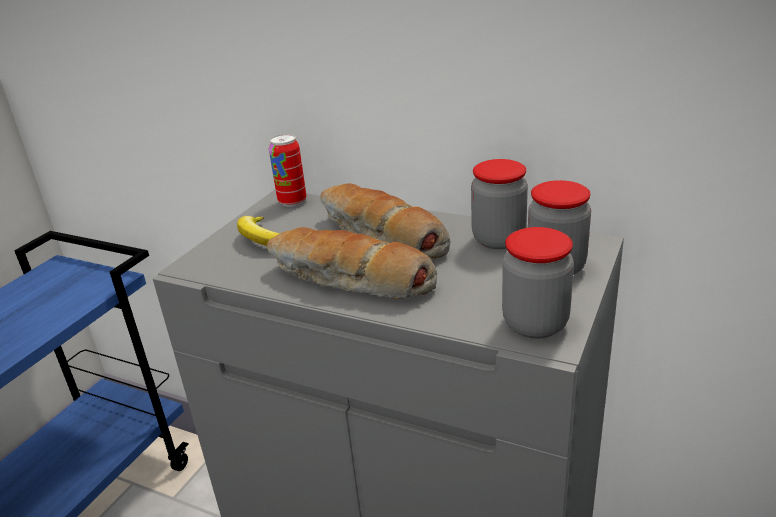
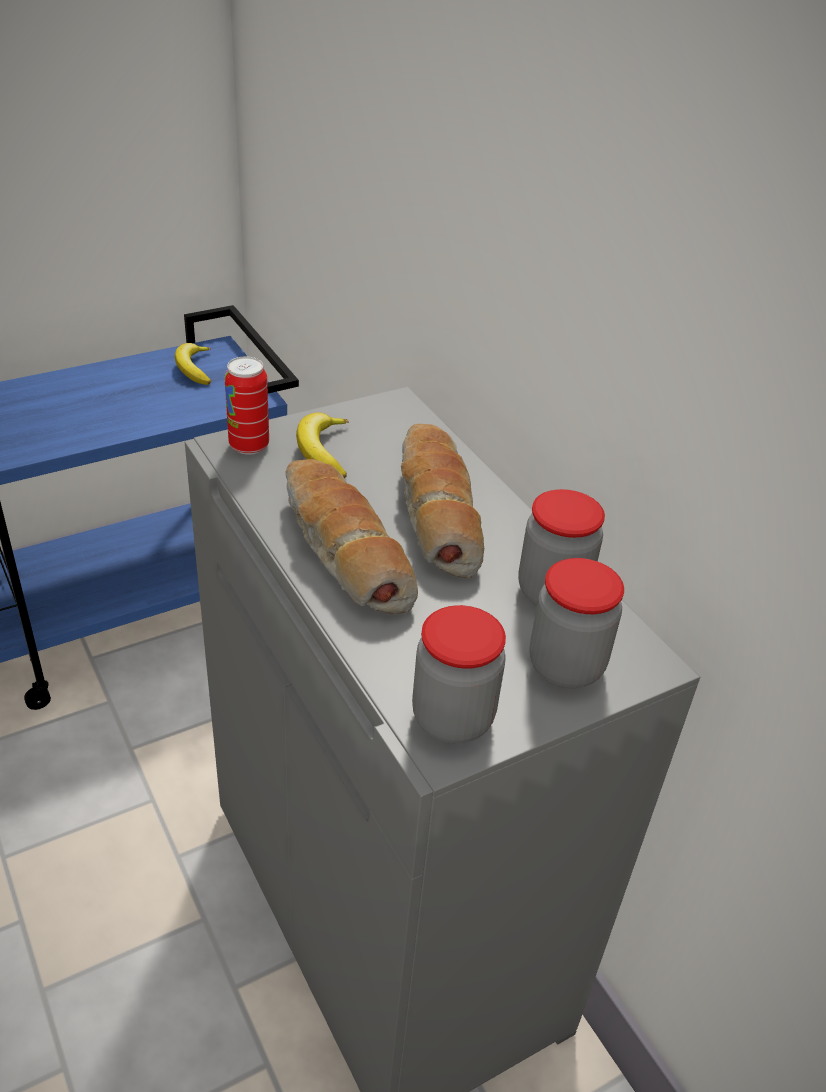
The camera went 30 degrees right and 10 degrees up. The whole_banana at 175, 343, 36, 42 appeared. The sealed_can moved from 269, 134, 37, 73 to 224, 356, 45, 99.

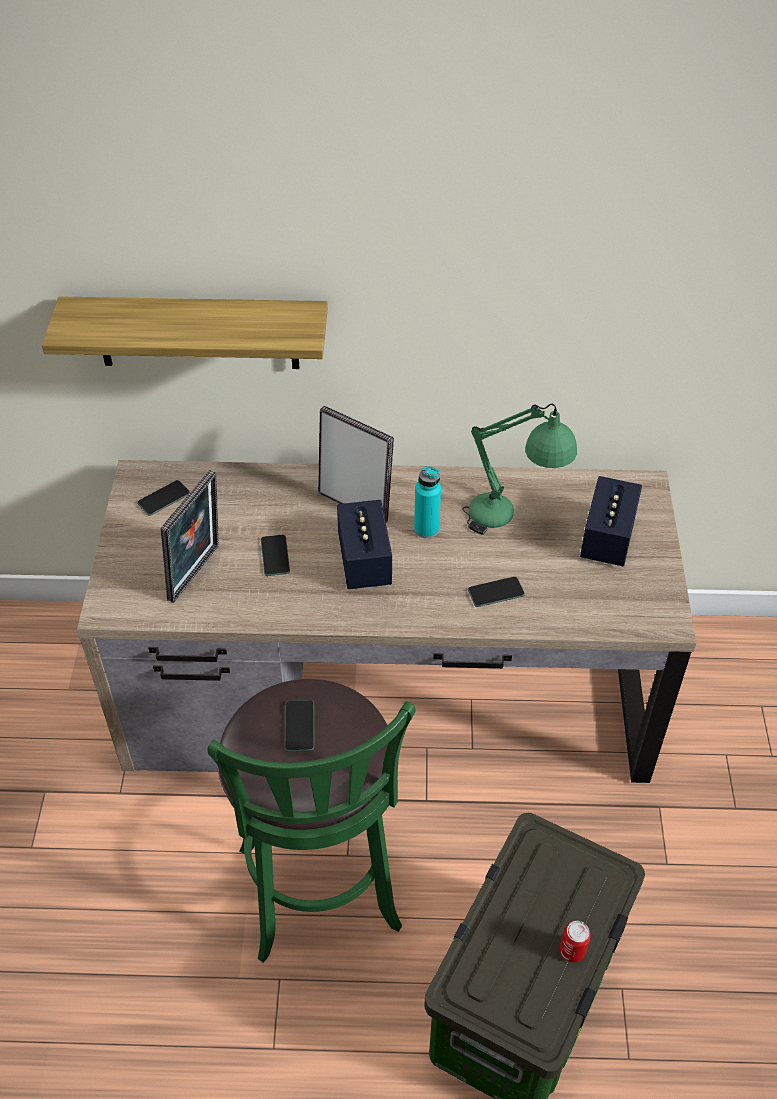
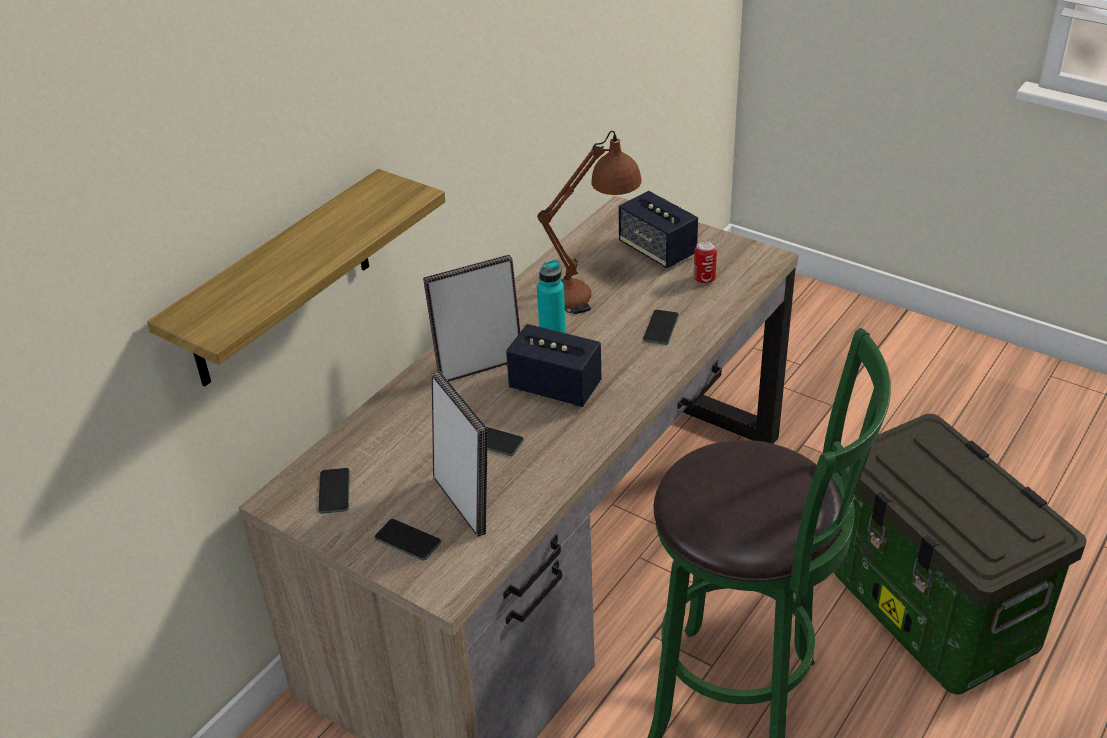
The camera went 55 degrees left and 10 degrees down. The telephone moved from 285, 700, 30, 52 to 374, 519, 67, 41. The greenish_table_lamp at 462, 404, 115, 131 became the brownish_table_lamp at 537, 131, 105, 183. The sealed_can moved from 560, 921, 31, 42 to 694, 240, 23, 44.

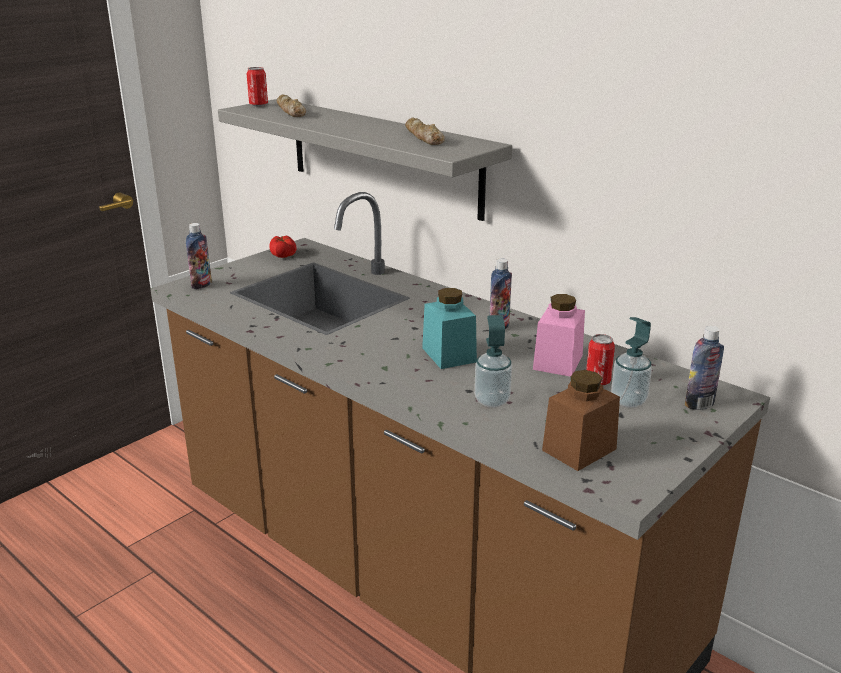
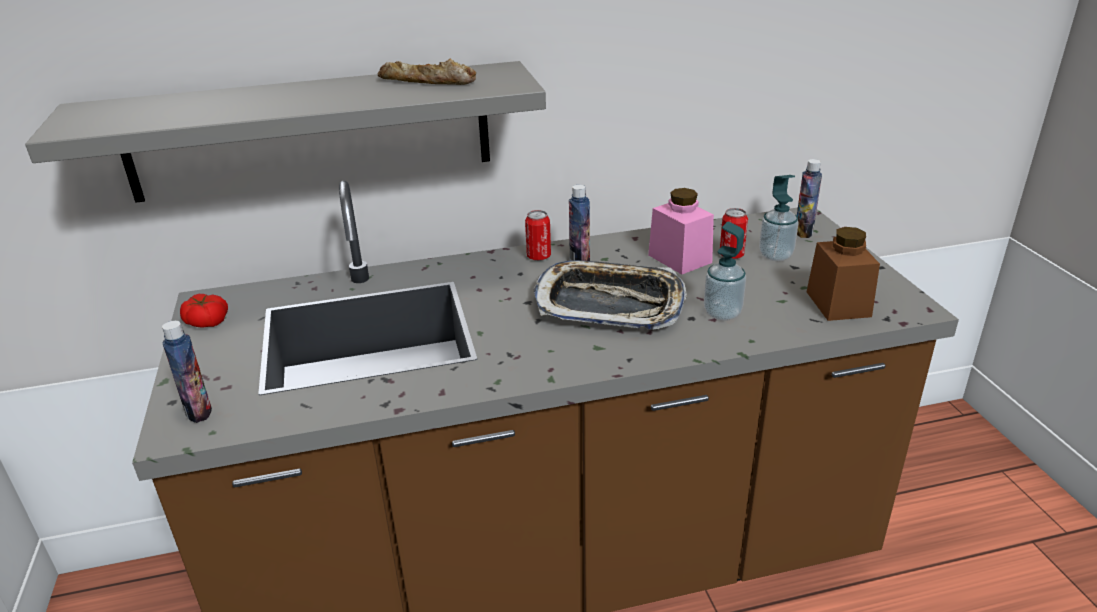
The camera went 55 degrees left and 5 degrees up. The sealed_can moved from 246, 67, 22, 39 to 525, 210, 26, 51. The blue-green_jar at 422, 288, 55, 81 was replaced by the carrying_tray at 533, 260, 154, 69. The bread at 277, 94, 29, 23 disappeared.

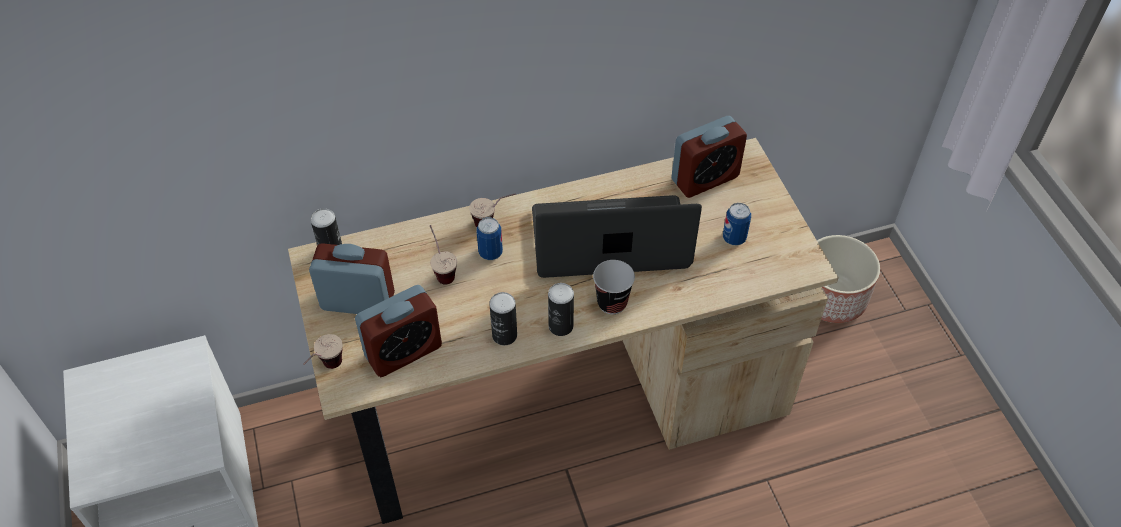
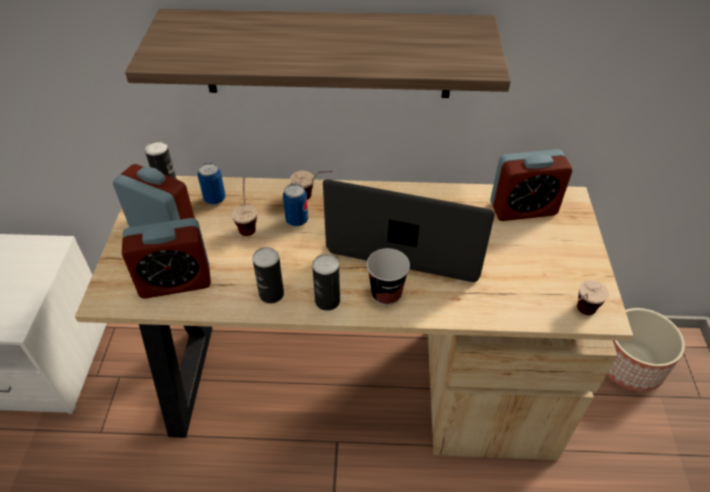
The camera went 20 degrees right and 5 degrees down. The shelf at 125, 9, 386, 89 appeared. The sealed_can moved from 723, 203, 28, 42 to 197, 163, 29, 42. The drinking_cup moved from 303, 334, 40, 35 to 577, 280, 32, 35.

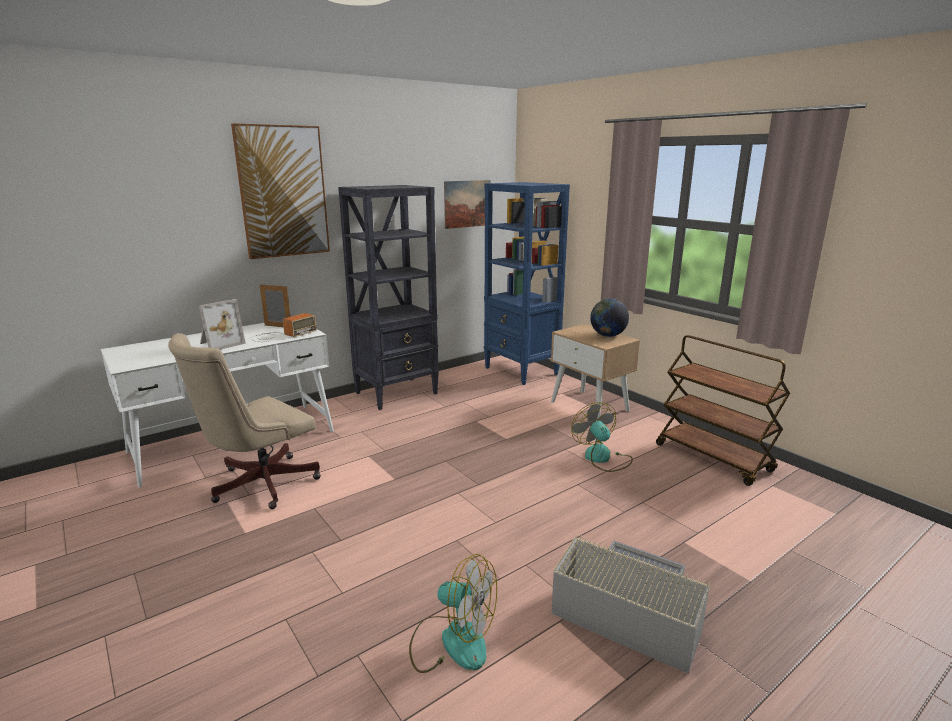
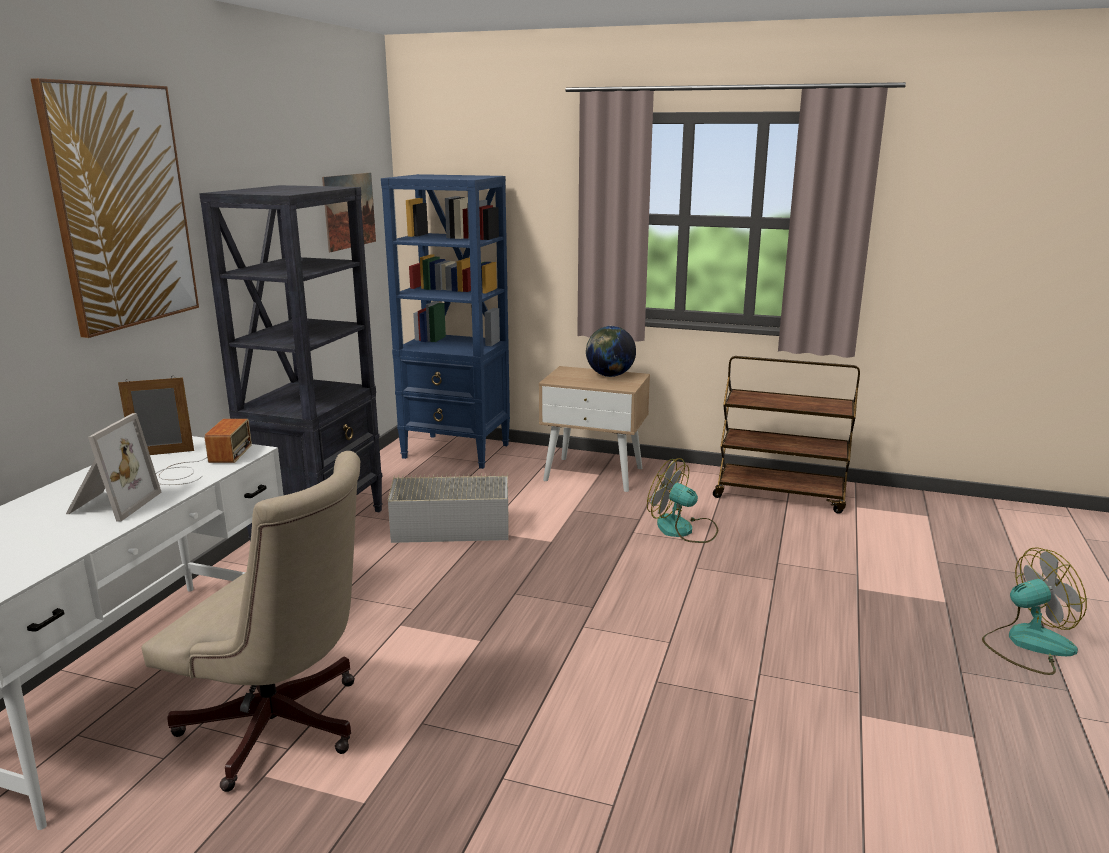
The camera went 35 degrees left and 0 degrees up. The sand-coloured_desk_chair at 168, 333, 153, 176 turned 75 degrees counterclockwise. The greyish_storage_container moved from 551, 535, 159, 139 to 388, 473, 121, 70. The cooling_fan moved from 409, 554, 88, 119 to 982, 547, 105, 128.

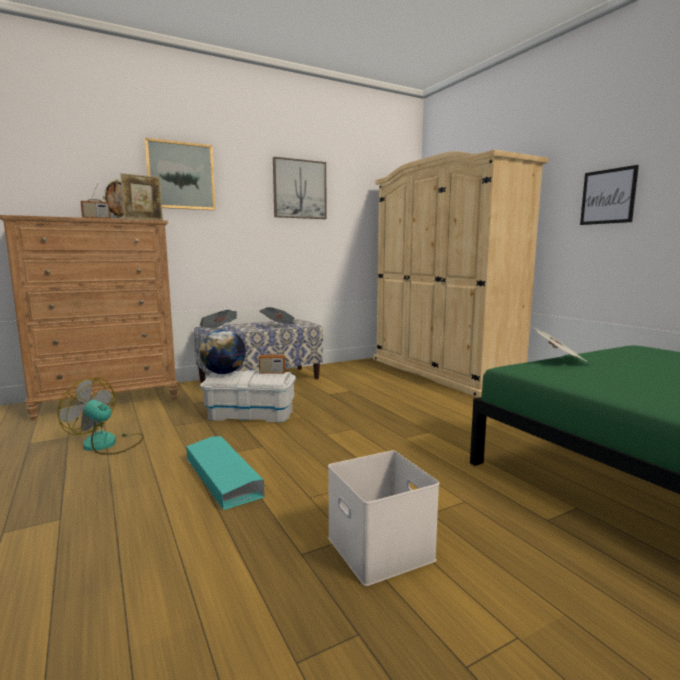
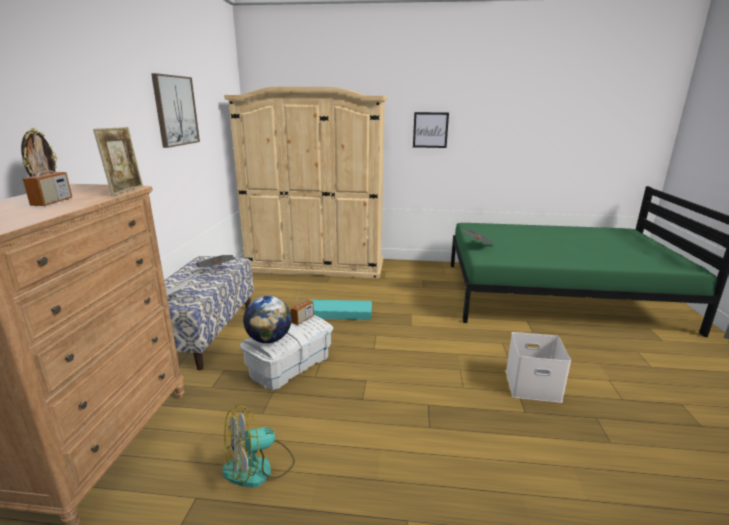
The camera went 55 degrees left and 10 degrees up. The blue-green_storage_container moved from 186, 436, 79, 74 to 306, 299, 66, 21. The wall_art at 144, 138, 72, 72 disappeared.

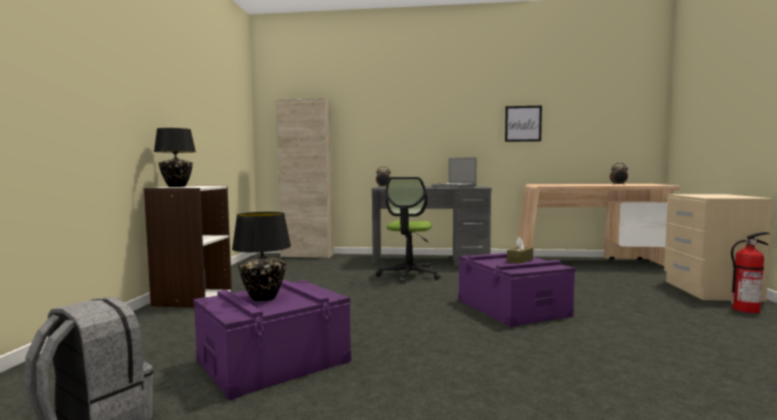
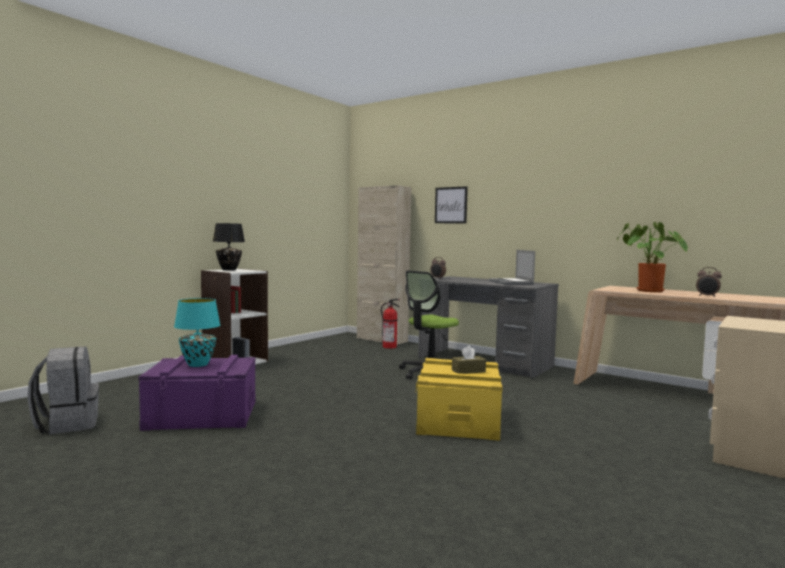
The camera went 30 degrees right and 0 degrees up. The black-coloured_table_lamp at 232, 212, 59, 89 became the blue-green_table_lamp at 174, 298, 46, 69. The fire_extinguisher moved from 731, 232, 39, 81 to 381, 299, 19, 50. The purplish_storage_container at 459, 253, 116, 74 became the yellow_storage_container at 415, 358, 88, 83. The wall_art moved from 505, 106, 37, 36 to 435, 186, 33, 37. The plant_in_a_pot at 617, 222, 71, 70 appeared.

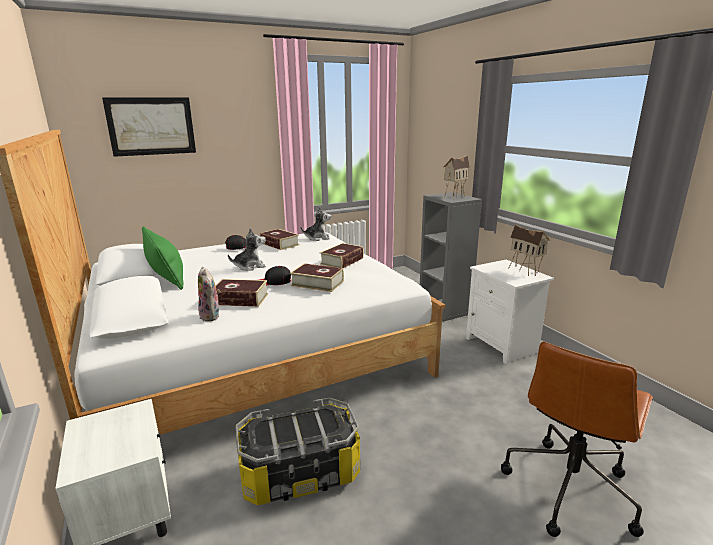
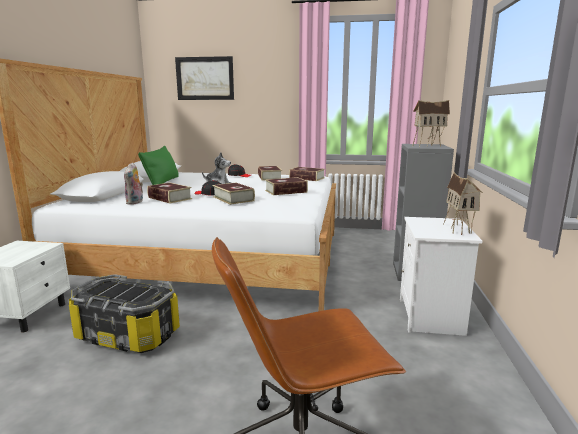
The camera went 35 degrees right and 5 degrees down. The soft_toy at 300, 206, 31, 35 was replaced by the bound_book at 289, 167, 36, 14.

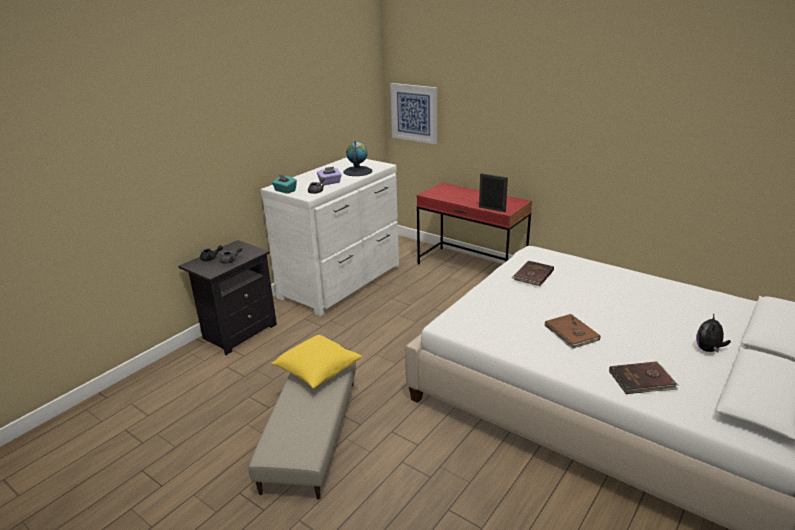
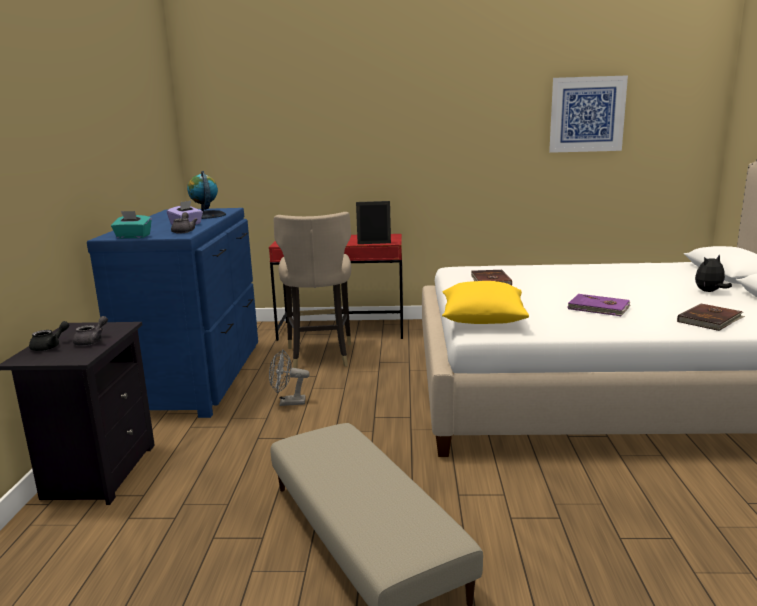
The camera went 35 degrees left and 10 degrees down. The white_drawer_chest at 261, 157, 138, 159 became the blue-coloured_drawer_chest at 87, 208, 171, 210. The greyish_cooling_fan at 269, 349, 41, 57 appeared. The sand-coloured_stool at 274, 212, 77, 156 appeared. The yellow_pillow moved from 271, 335, 91, 54 to 442, 281, 87, 43. The wall_art moved from 390, 83, 47, 61 to 549, 75, 79, 78. The brownish_bound_book at 545, 314, 55, 34 became the purplish_bound_book at 567, 294, 64, 22. The soft_toy at 696, 313, 35, 40 turned 75 degrees clockwise.

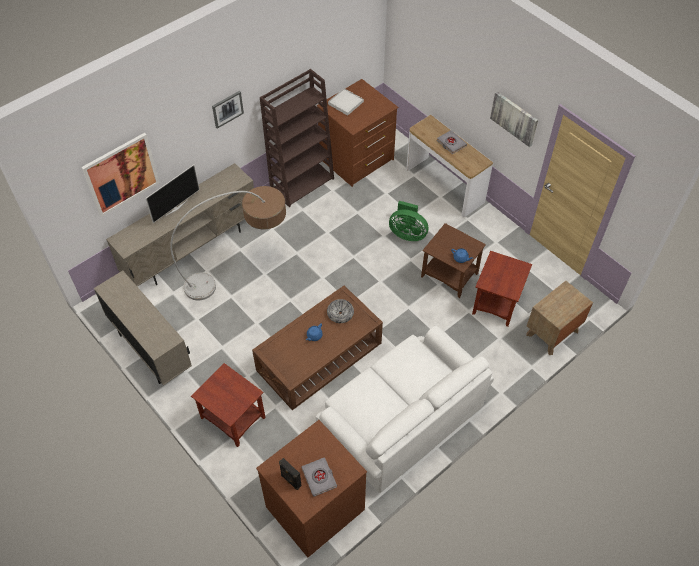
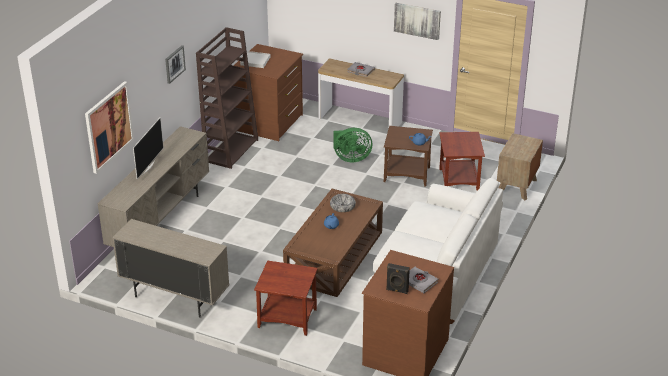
The camera went 25 degrees left and 20 degrees down. The standing_lamp at 170, 186, 116, 114 disappeared.

